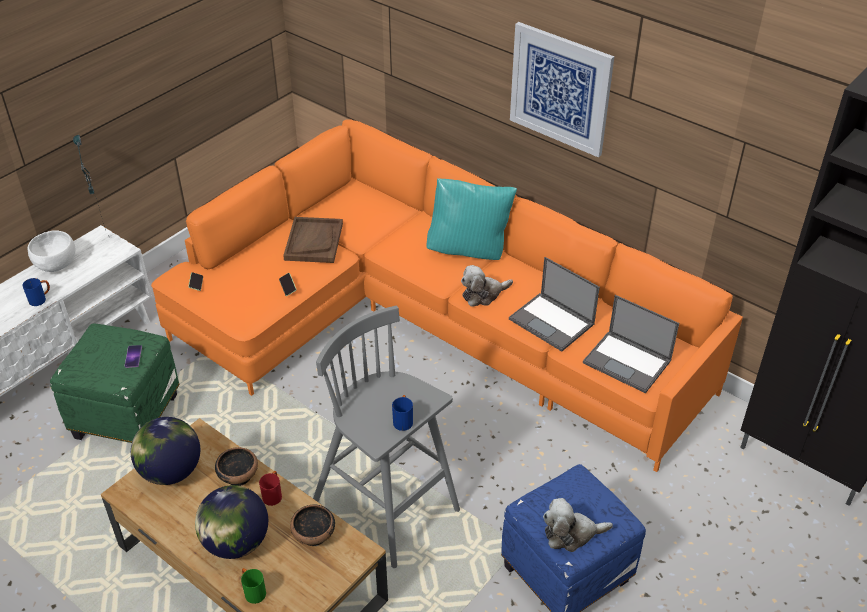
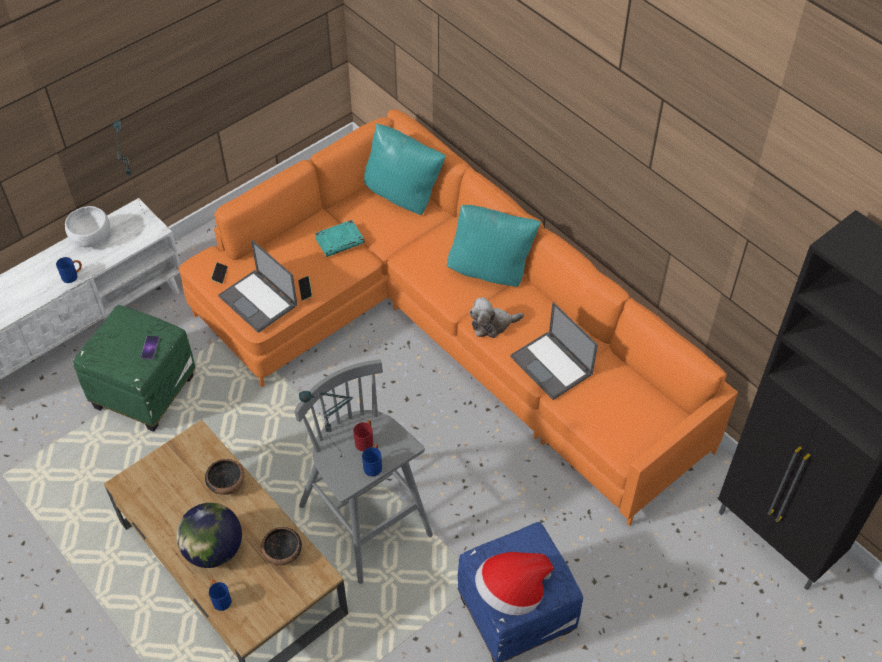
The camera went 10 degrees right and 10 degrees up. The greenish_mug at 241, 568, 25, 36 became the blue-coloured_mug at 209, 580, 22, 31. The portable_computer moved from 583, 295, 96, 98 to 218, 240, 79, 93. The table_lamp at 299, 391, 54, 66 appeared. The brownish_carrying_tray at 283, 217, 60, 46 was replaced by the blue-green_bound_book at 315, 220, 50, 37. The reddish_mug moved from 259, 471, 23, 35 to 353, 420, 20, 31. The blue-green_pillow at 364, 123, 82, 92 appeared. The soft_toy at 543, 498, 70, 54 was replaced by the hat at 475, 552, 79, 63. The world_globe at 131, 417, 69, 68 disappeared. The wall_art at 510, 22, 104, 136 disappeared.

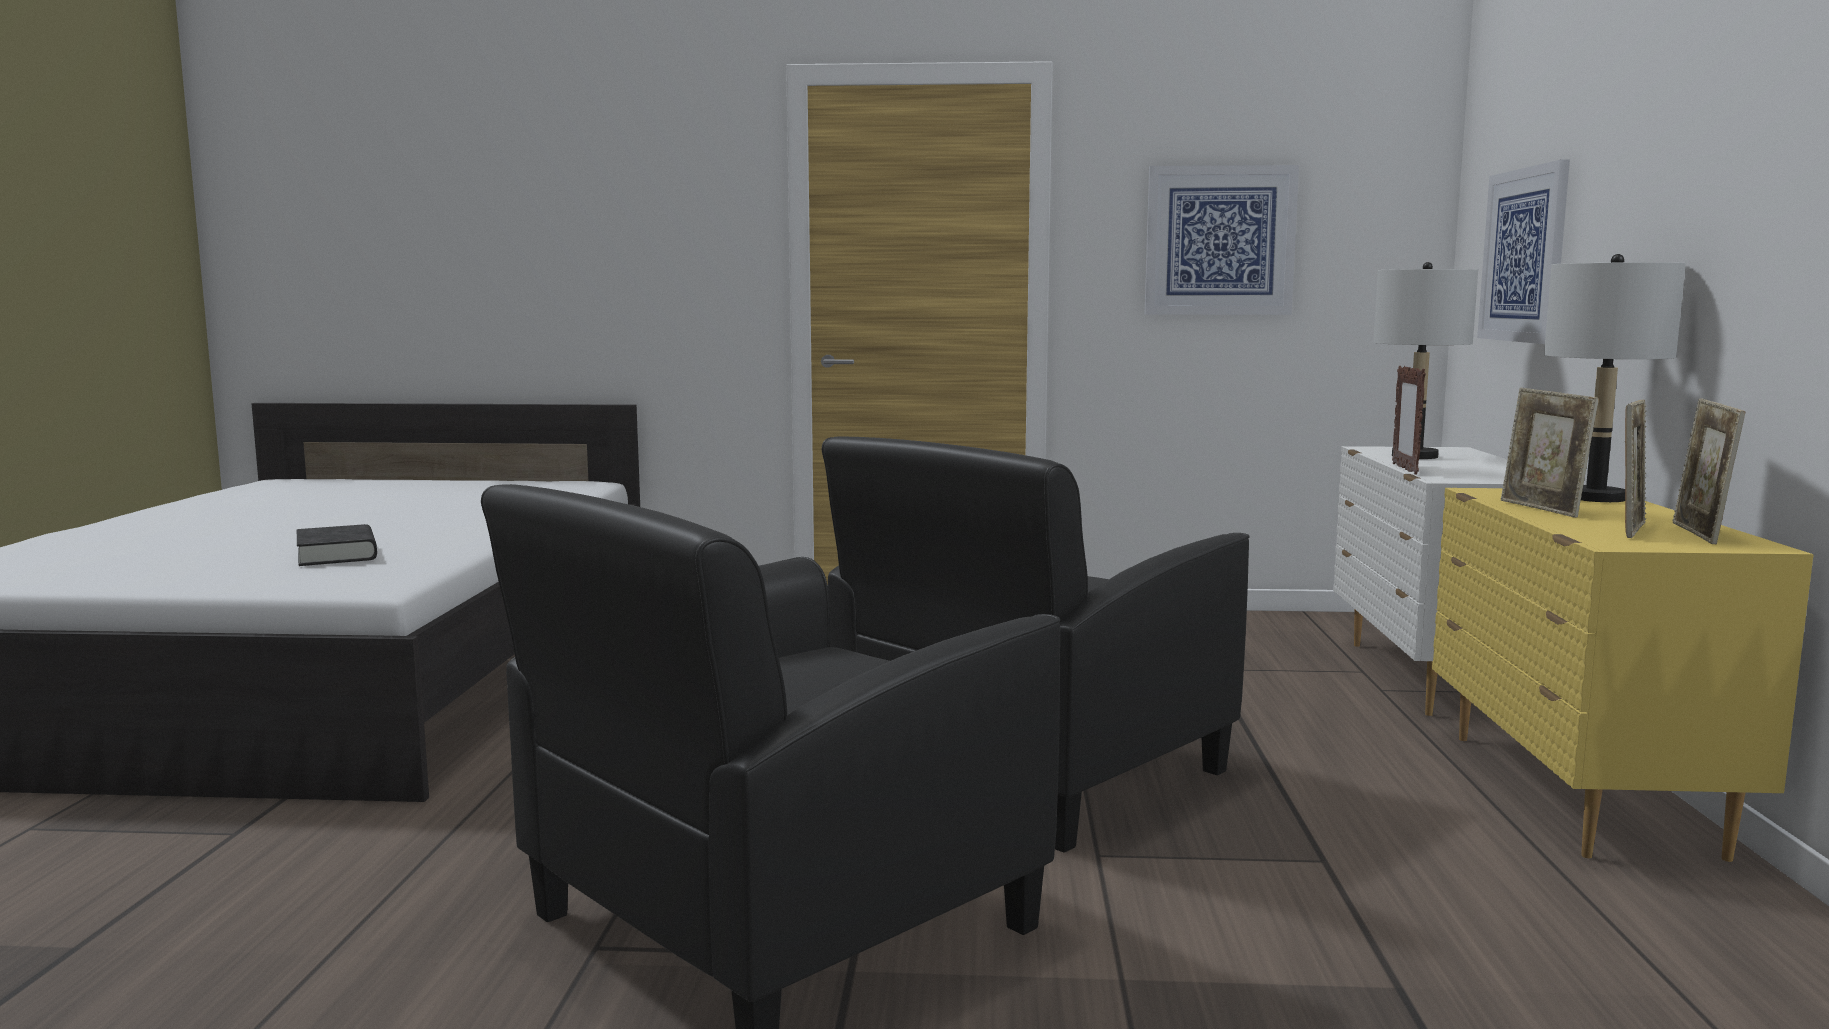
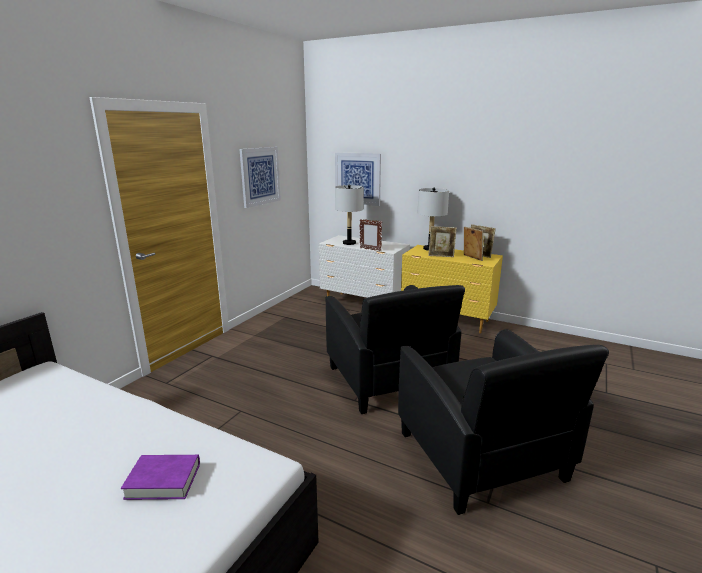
The camera went 65 degrees left and 10 degrees up. The black-coloured_bound_book at 297, 524, 80, 42 became the purplish_bound_book at 121, 455, 79, 45.

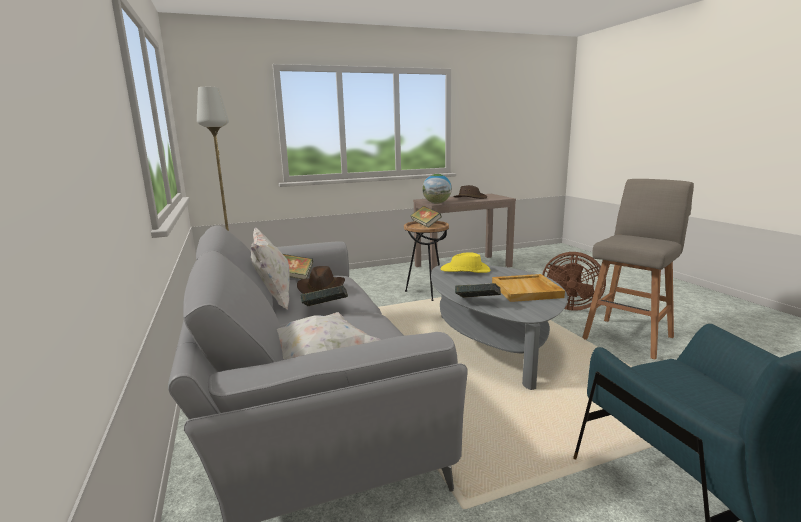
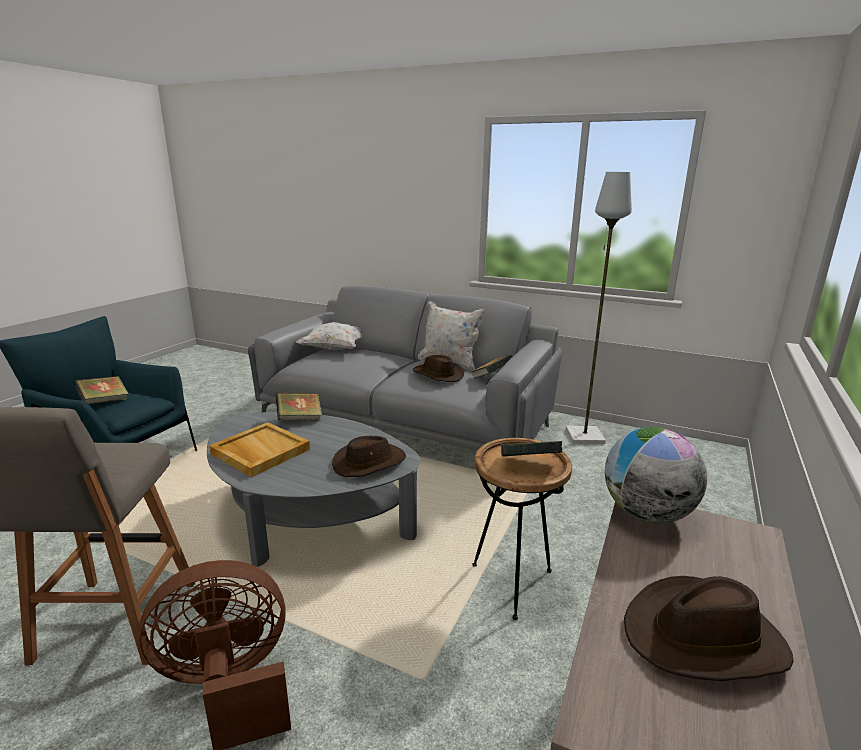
The camera went 135 degrees right and 5 degrees up. The bound_book moved from 300, 285, 48, 21 to 74, 376, 55, 28. The yellow_hat at 440, 252, 51, 21 became the brownish_hat at 332, 436, 74, 41.

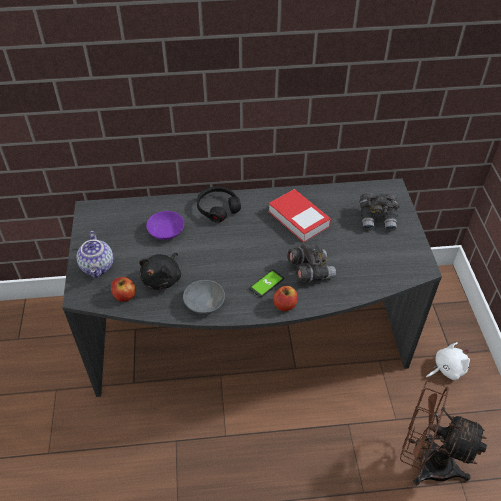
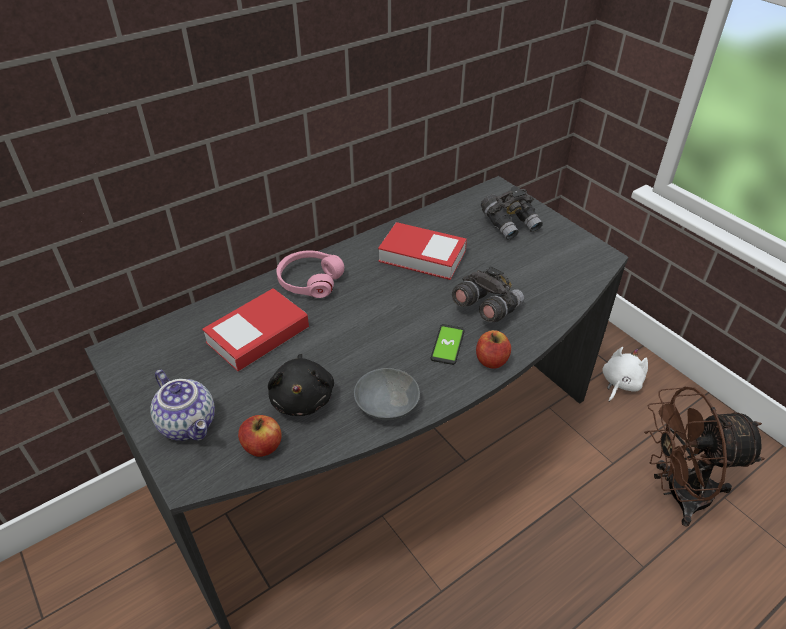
The camera went 30 degrees left and 5 degrees down. The purplish_deep_dish at 146, 211, 38, 29 was replaced by the bound_book at 202, 288, 107, 83. The black-coloured_pair_of_headphones at 197, 187, 44, 36 became the pink_pair_of_headphones at 276, 250, 68, 48.

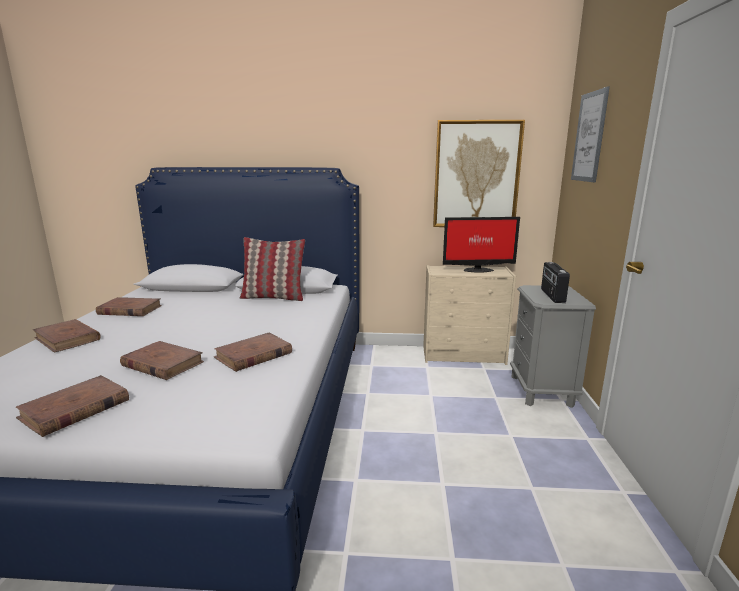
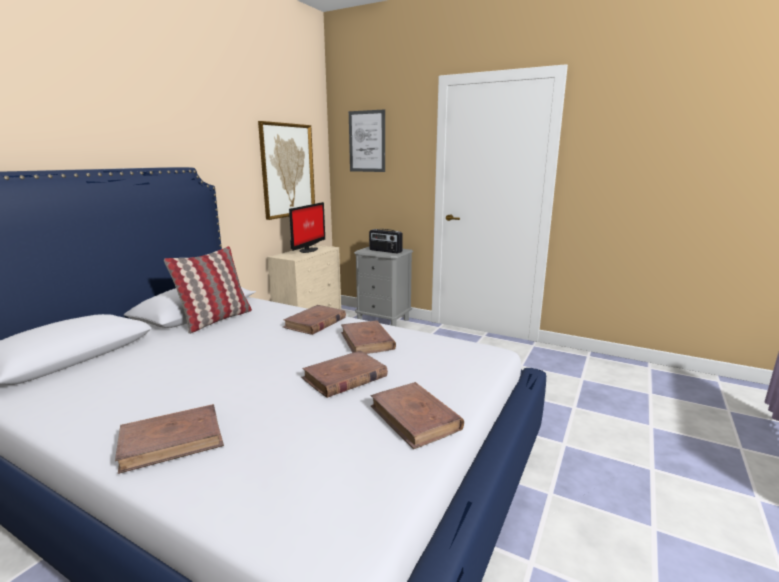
The camera went 65 degrees left and 0 degrees up. The brownish_bound_book moved from 96, 297, 66, 19 to 283, 305, 63, 30.

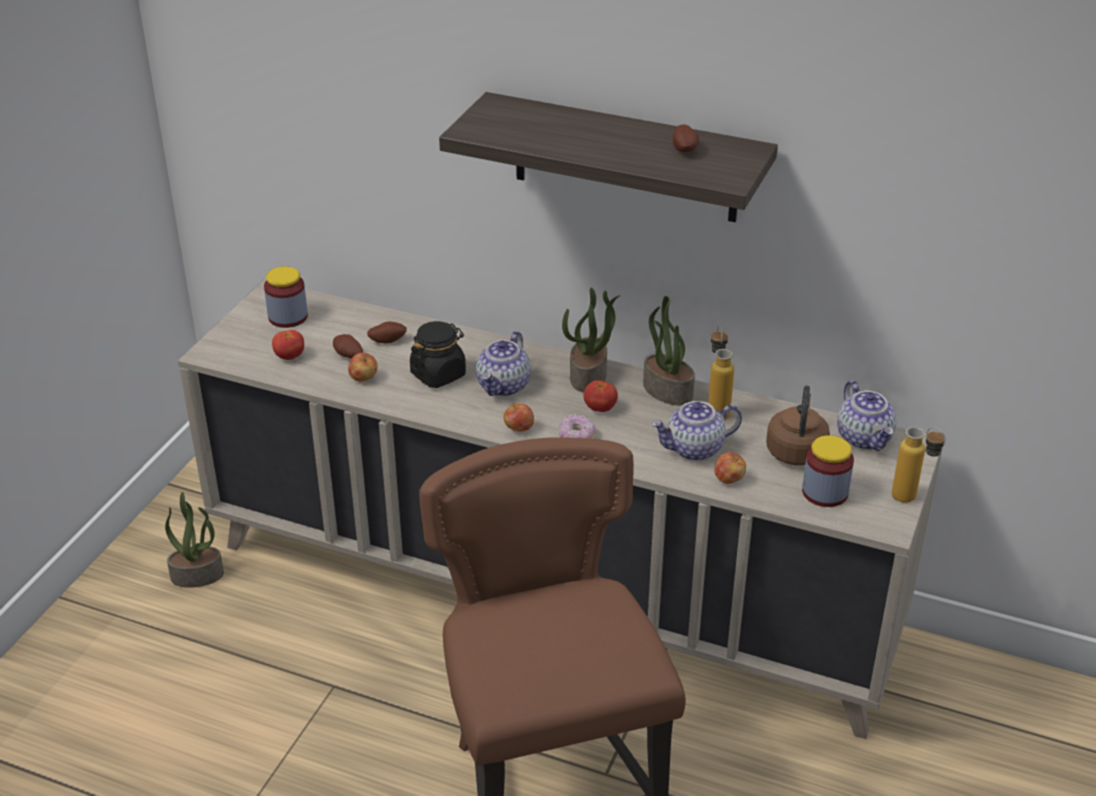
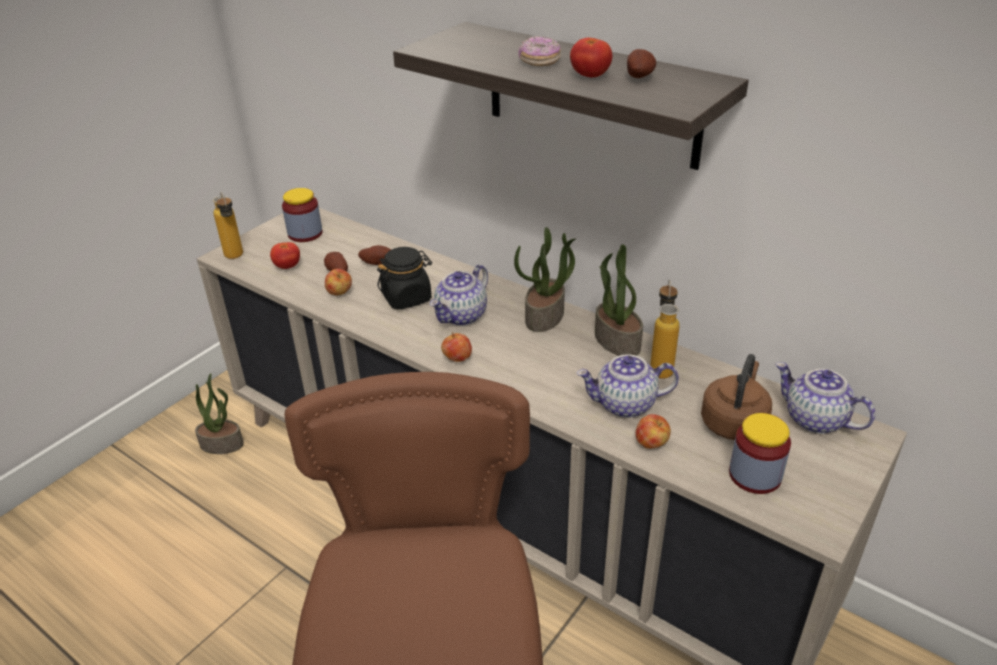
The camera went 15 degrees right and 0 degrees up. The beverage_bottle moved from 892, 427, 54, 76 to 213, 192, 30, 67. The donut moved from 559, 414, 36, 25 to 518, 36, 43, 30. The whole_tomato moved from 583, 380, 35, 32 to 570, 38, 42, 39. The pot_for_tea at 837, 380, 59, 71 turned 135 degrees clockwise.

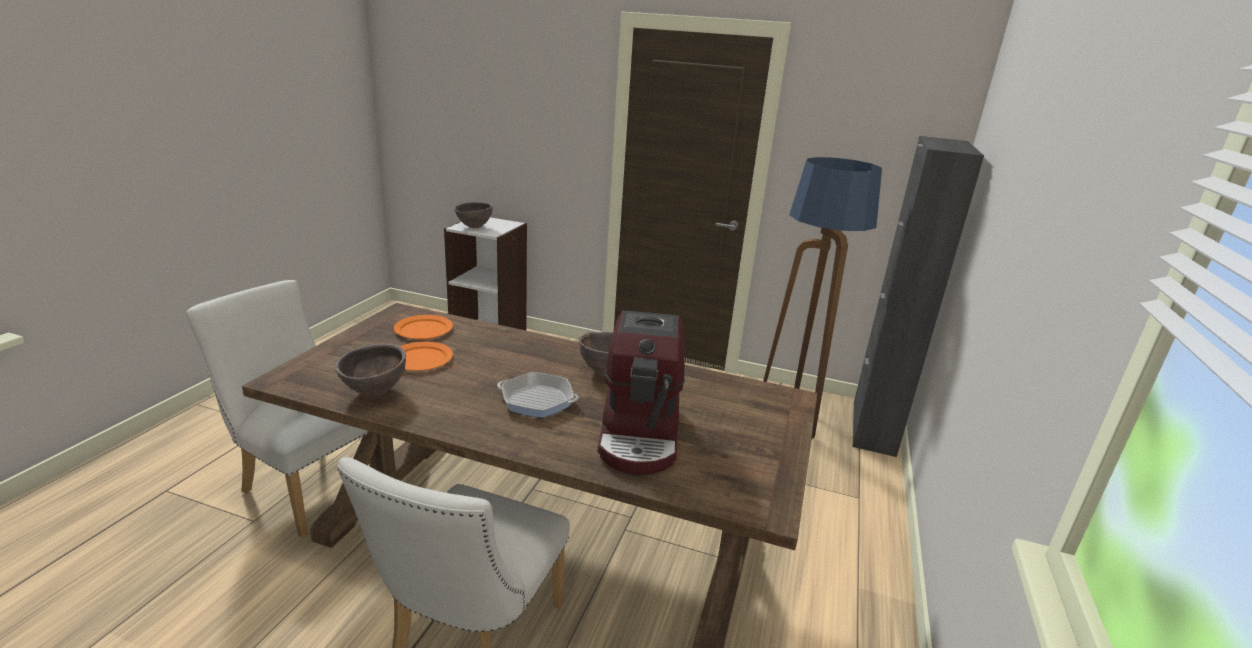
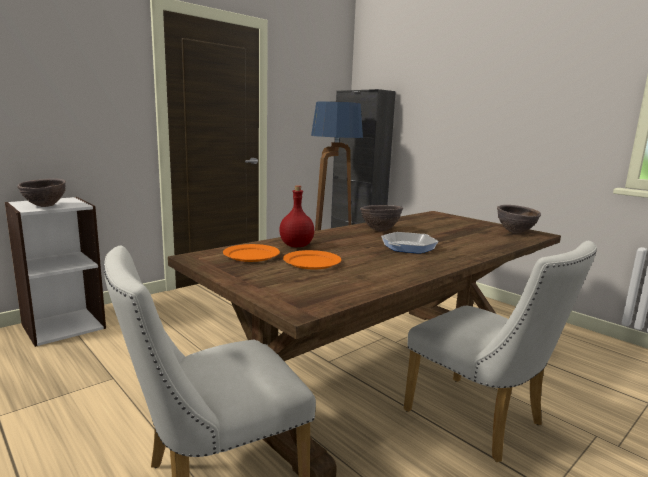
The camera went 60 degrees left and 10 degrees down. The reddish_beverage_bottle at 279, 185, 35, 62 appeared. The brownish_deep_dish moved from 335, 344, 71, 52 to 497, 205, 44, 28. The coffee_brewer at 598, 310, 87, 165 disappeared.

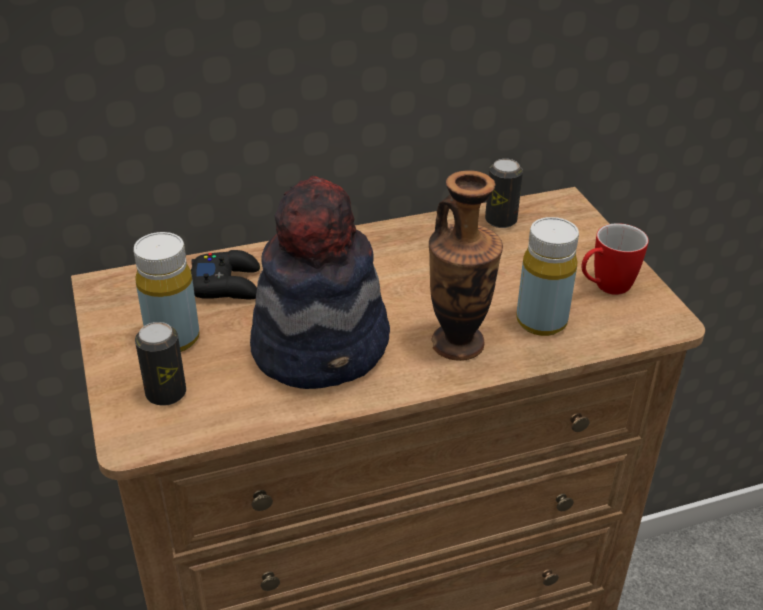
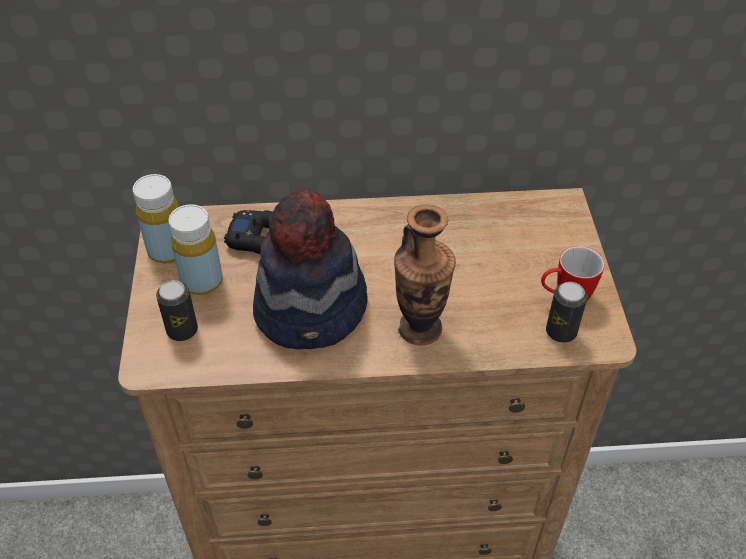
The camera went 15 degrees right and 10 degrees up. The yellow_beverage_bottle moved from 516, 217, 63, 119 to 133, 174, 46, 89. The sealed_can moved from 485, 159, 38, 69 to 546, 282, 41, 61.

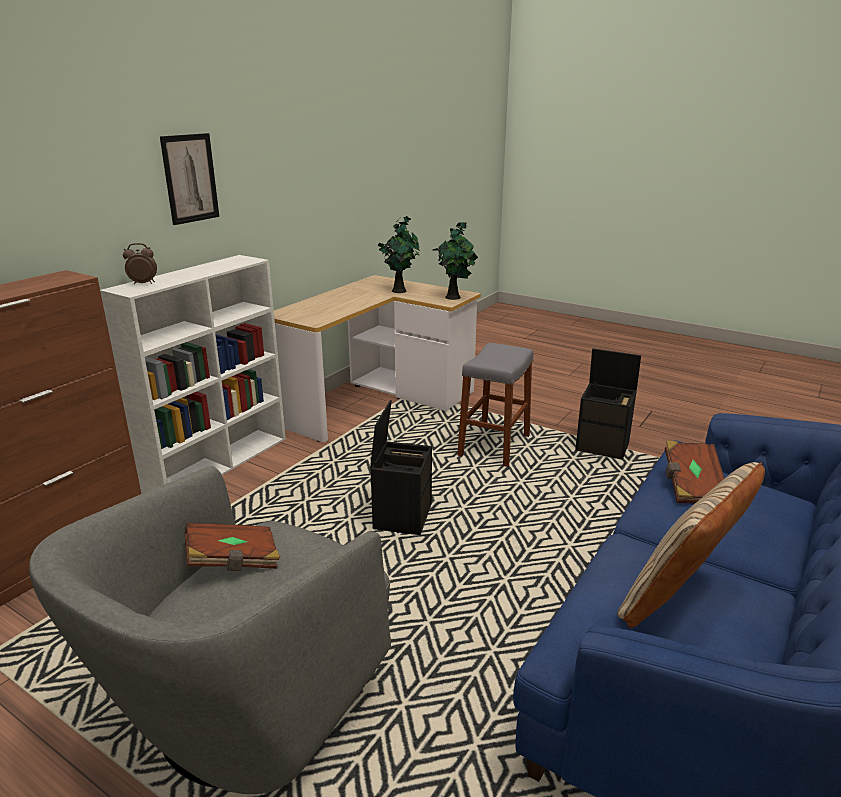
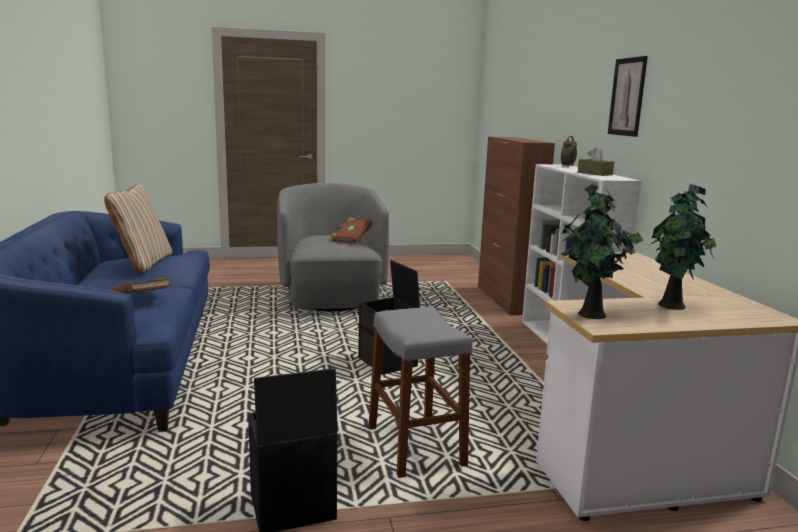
The camera went 135 degrees right and 10 degrees down. The brownish_tissue_holder at 578, 147, 36, 29 appeared.

